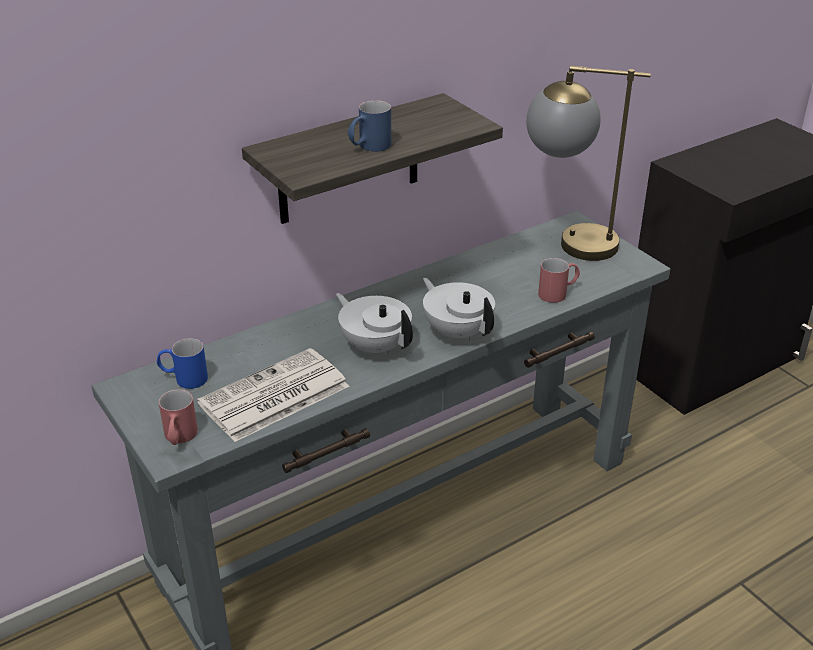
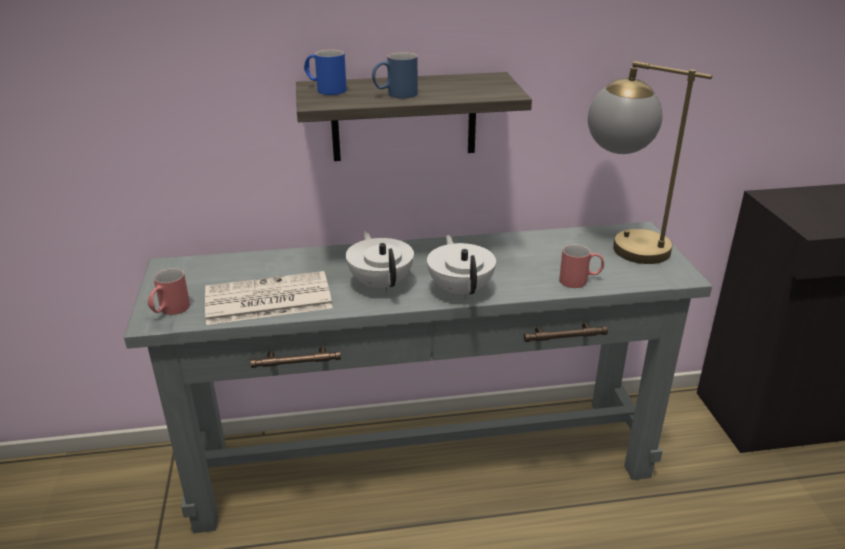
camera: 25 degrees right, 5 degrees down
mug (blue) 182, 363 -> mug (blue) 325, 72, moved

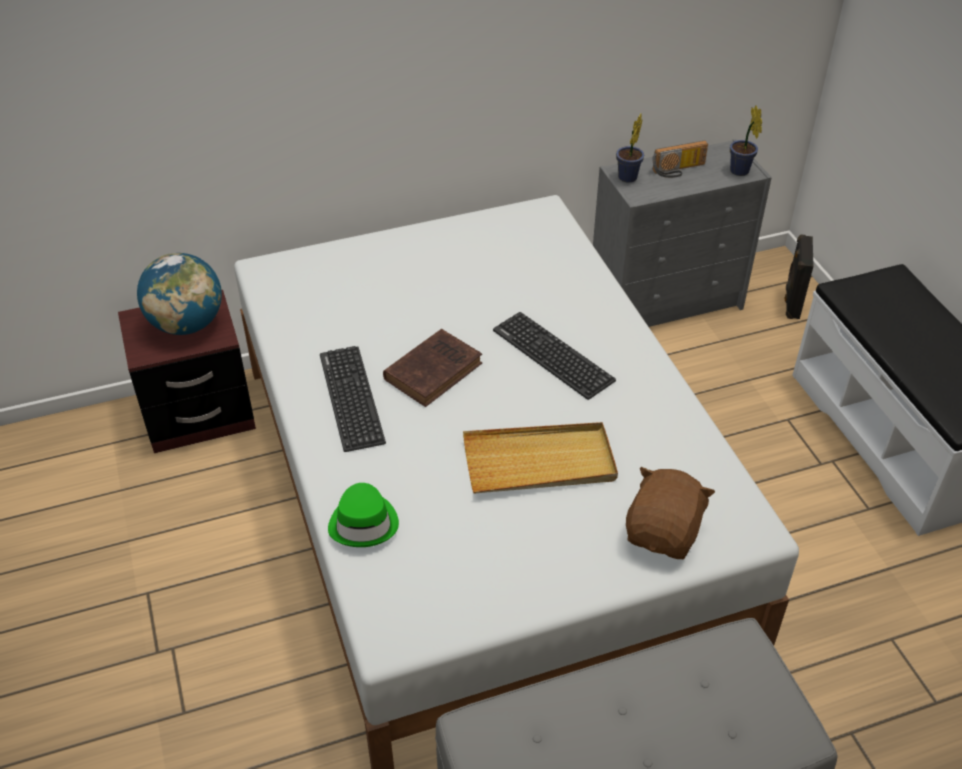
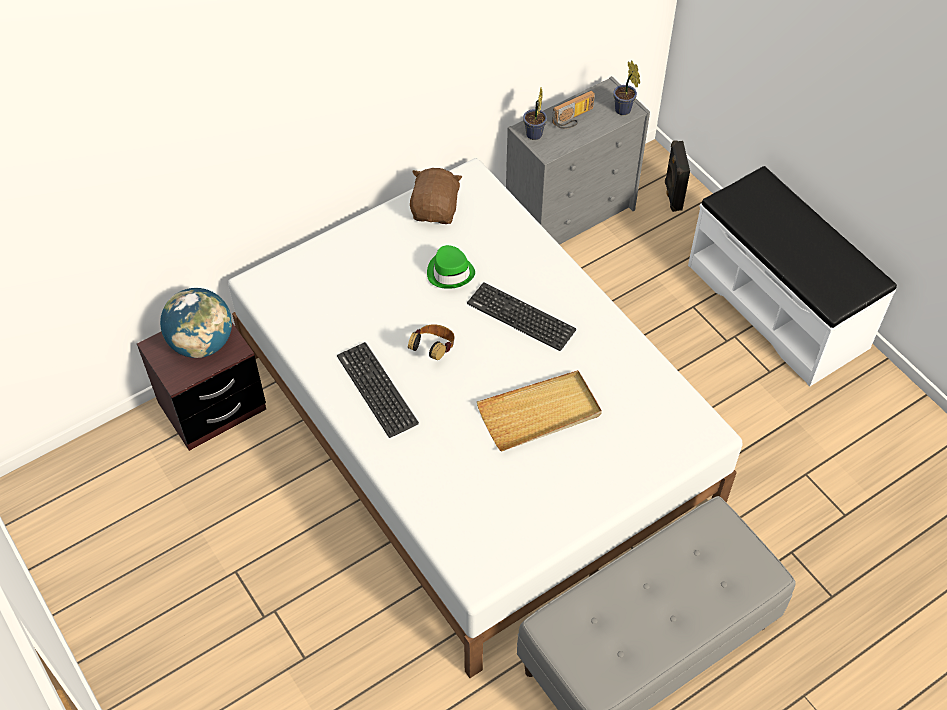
camera: 15 degrees left, 10 degrees up
book (brown) 432, 368 -> headphones 431, 342
plush toy (brown) 670, 513 -> plush toy (brown) 436, 196, moved
hat (green) 363, 515 -> hat (green) 451, 267, moved

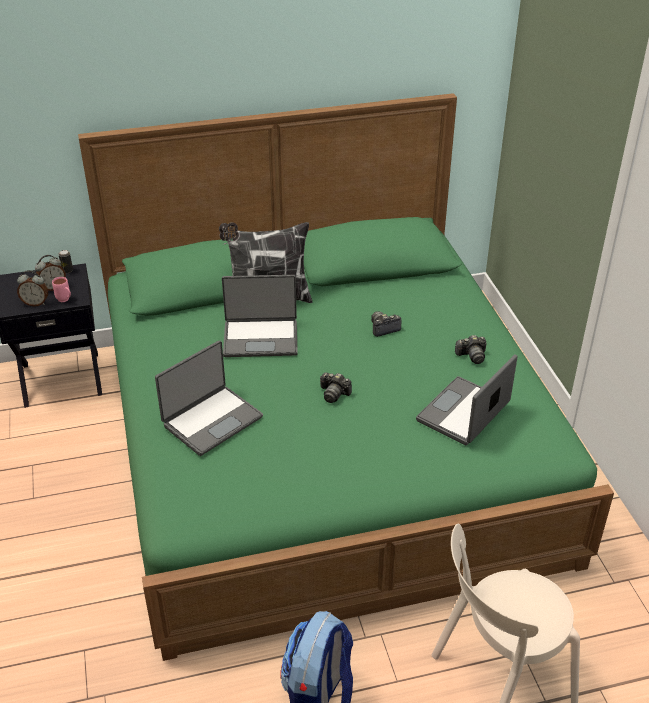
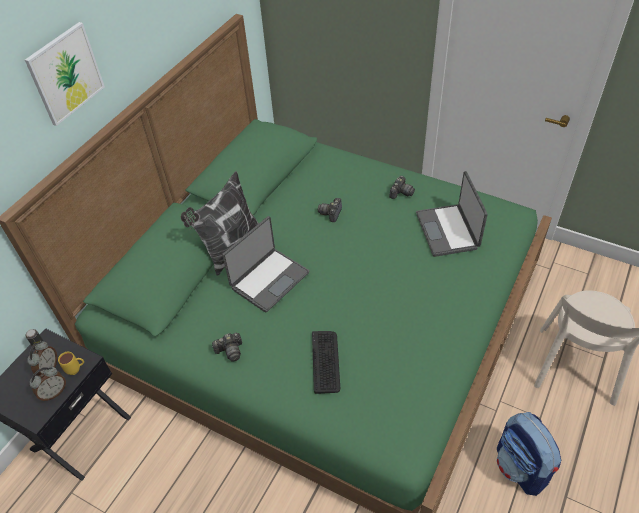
camera: 45 degrees left, 10 degrees up
none -> picture 65, 74
mug (pink) 61, 289 -> mug (yellow) 71, 363
photo camera 336, 387 -> photo camera 227, 347, moved
laptop 209, 398 -> keyboard 326, 362

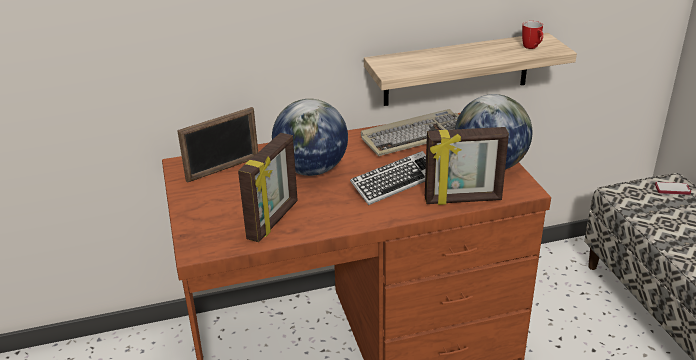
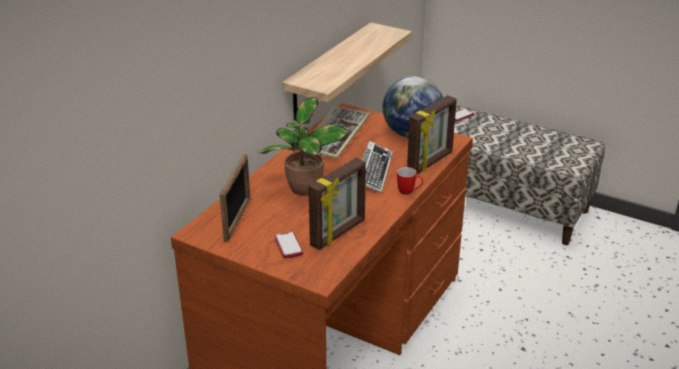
camera: 45 degrees left, 0 degrees up
globe 310, 137 -> potted plant 303, 146
none -> phone 289, 245
picture frame 268, 187 -> picture frame 337, 204, 60 degrees clockwise
mug 532, 35 -> mug 410, 181, moved

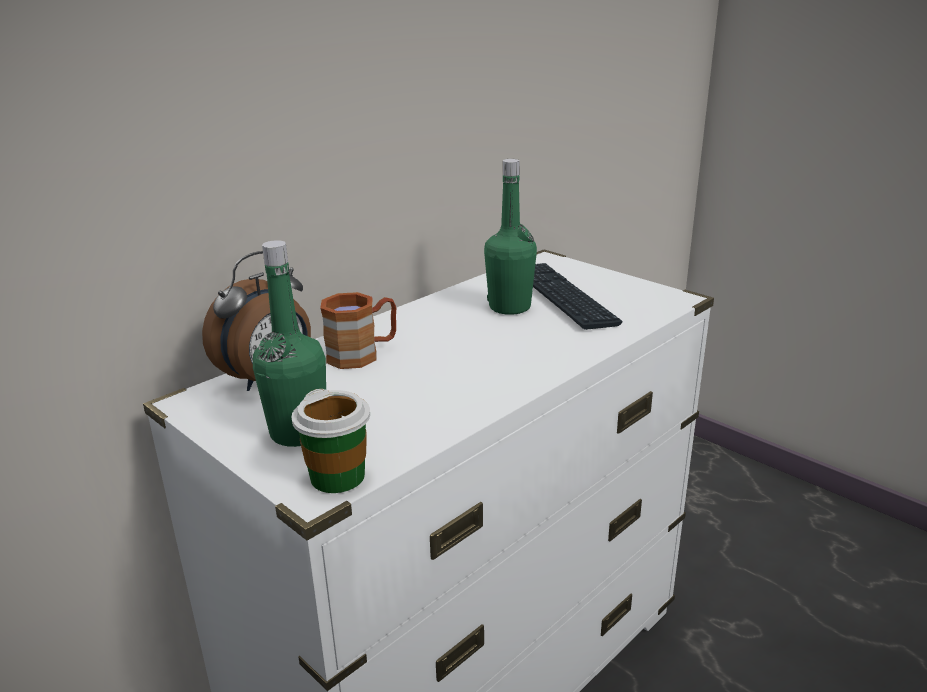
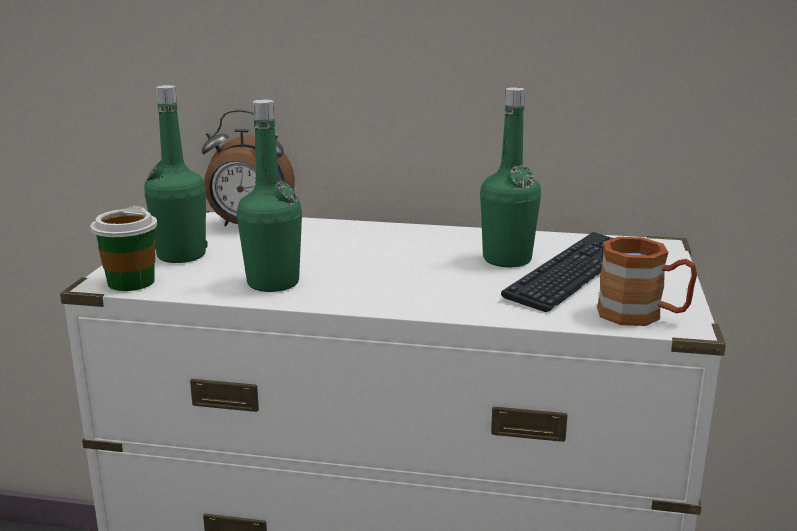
camera: 55 degrees right, 5 degrees down
none -> bottle (green) 269, 195
mug (brown) 358, 330 -> mug (brown) 647, 281, moved

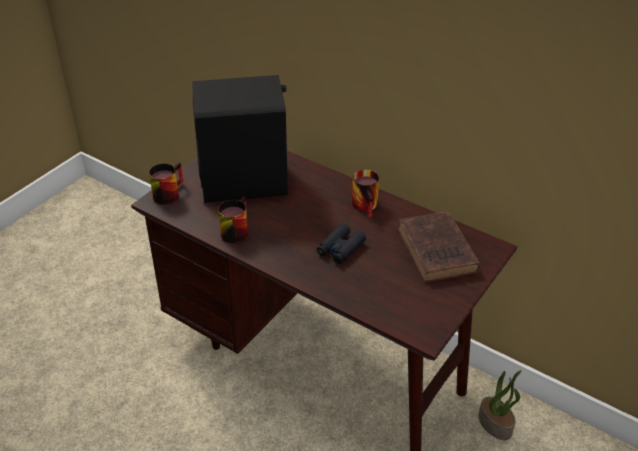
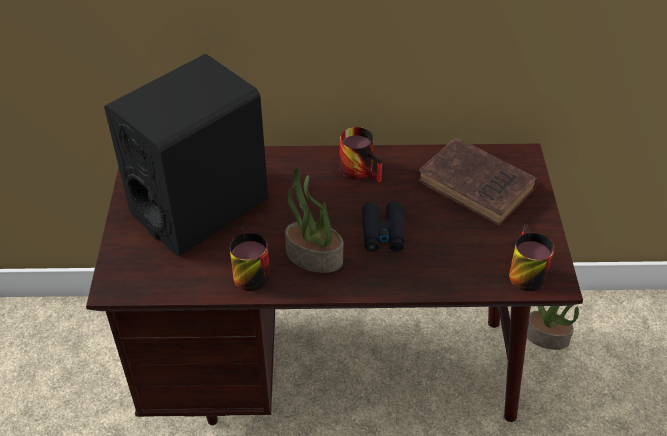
camera: 35 degrees left, 5 degrees up
none -> potted plant 314, 220
mug 166, 183 -> mug 531, 257, moved

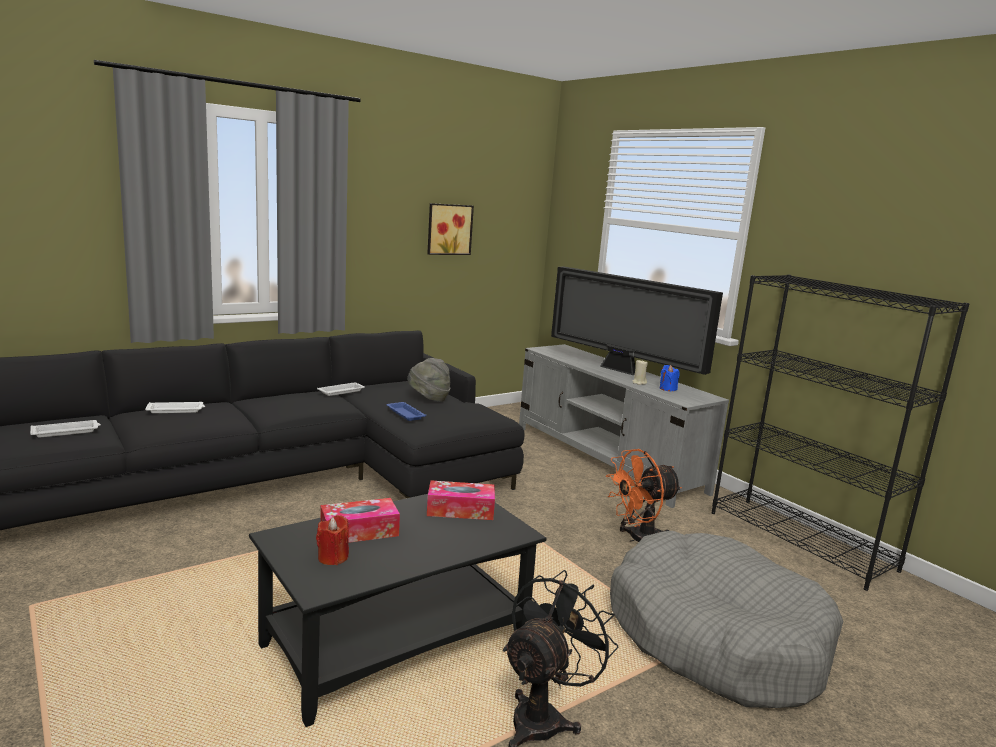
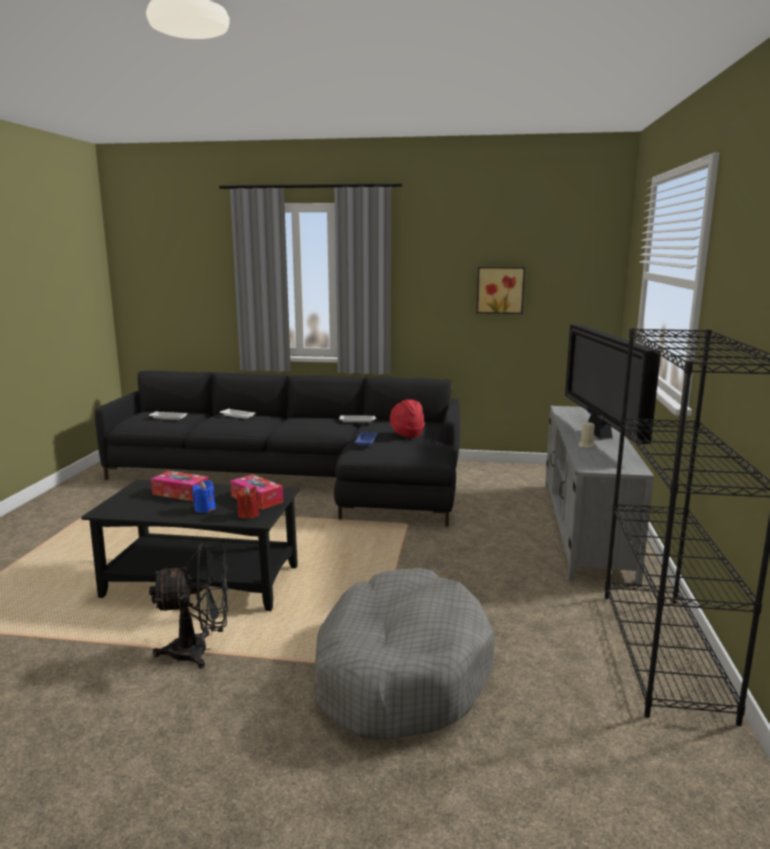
camera: 45 degrees right, 0 degrees up
candle (blue) 670, 378 -> candle (blue) 204, 496, moved
candle (red) 332, 540 -> candle (red) 248, 502, moved
hat (grey) 428, 380 -> hat (red) 407, 418
fan (orange) 644, 495 -> none

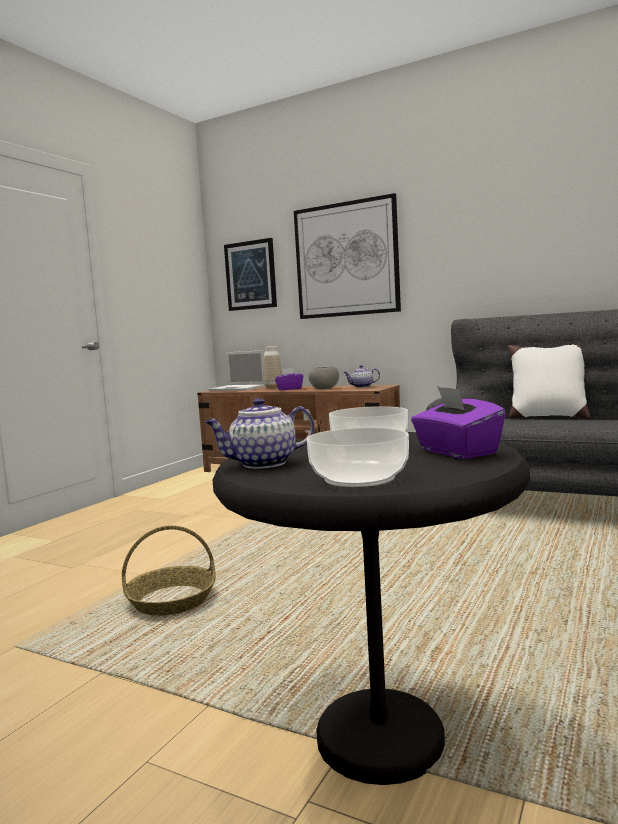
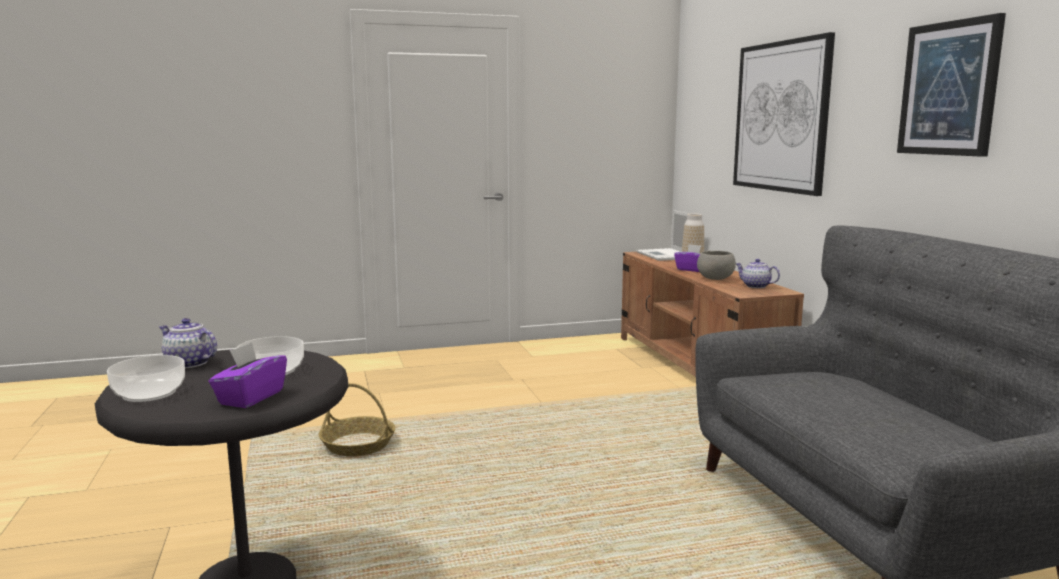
camera: 45 degrees right, 5 degrees up
picture 250, 274 -> picture 951, 85, moved
pillow (white) 549, 382 -> none

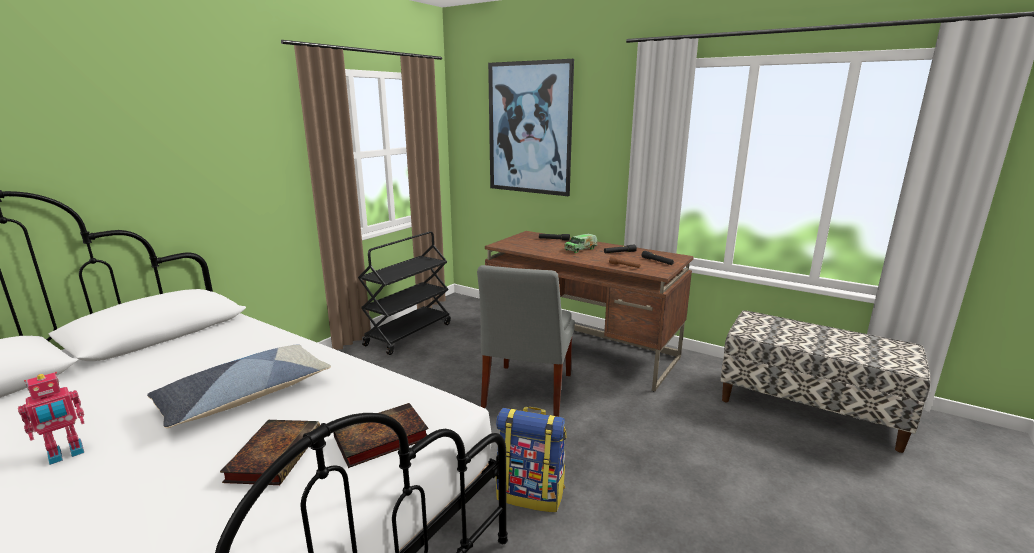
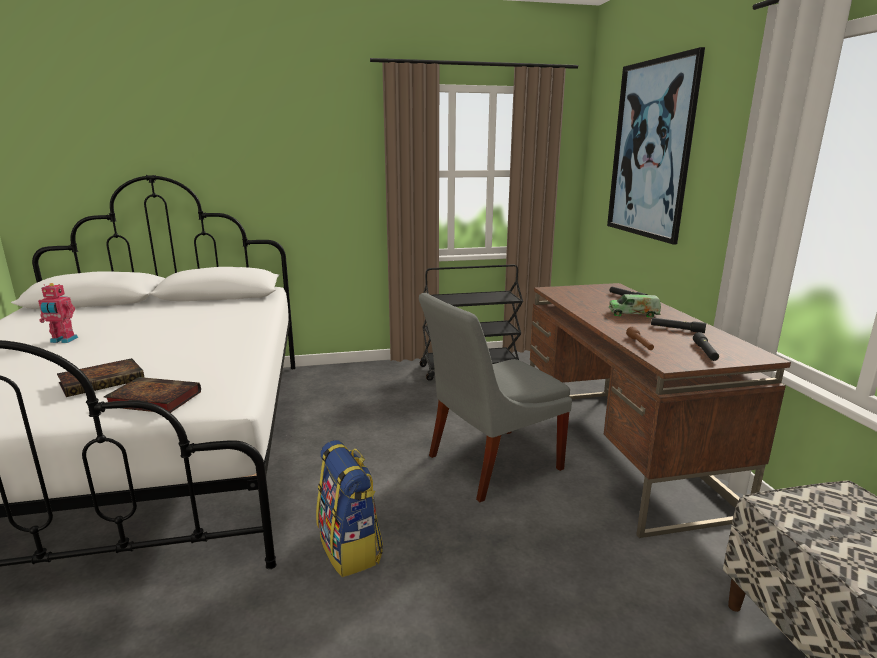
camera: 45 degrees right, 0 degrees up
pillow 239, 386 -> none

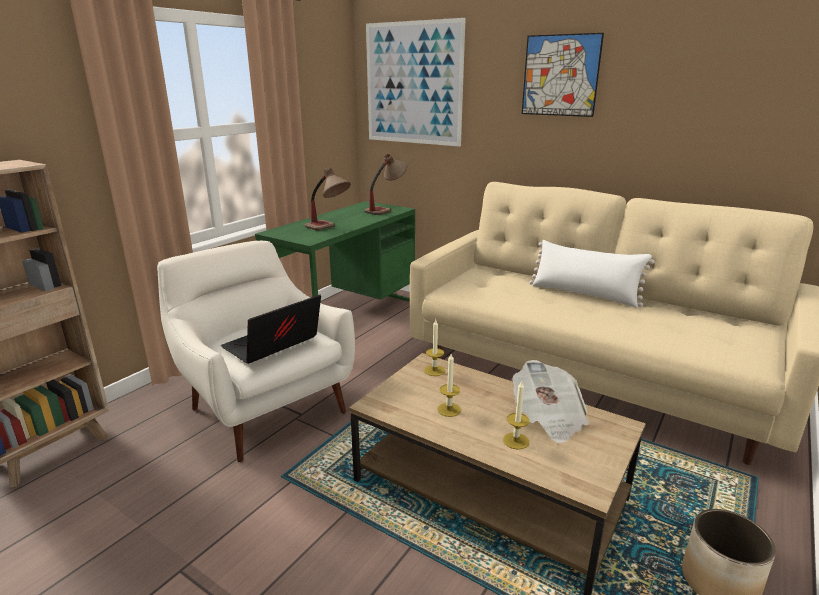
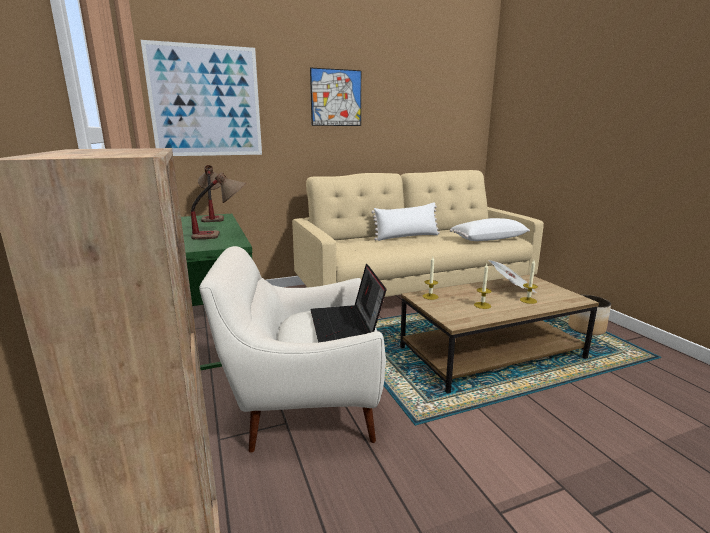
camera: 55 degrees left, 5 degrees down
none -> pillow (white) 490, 229

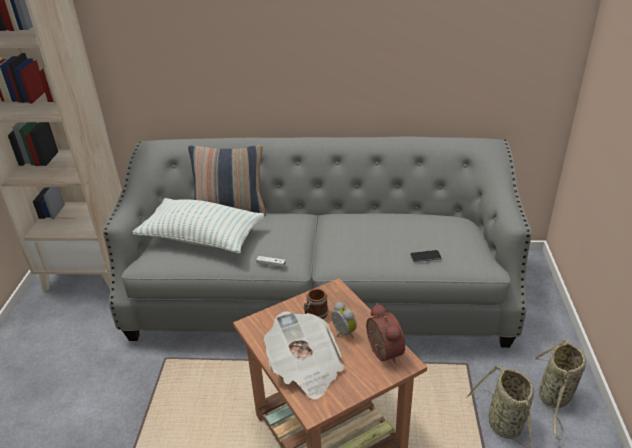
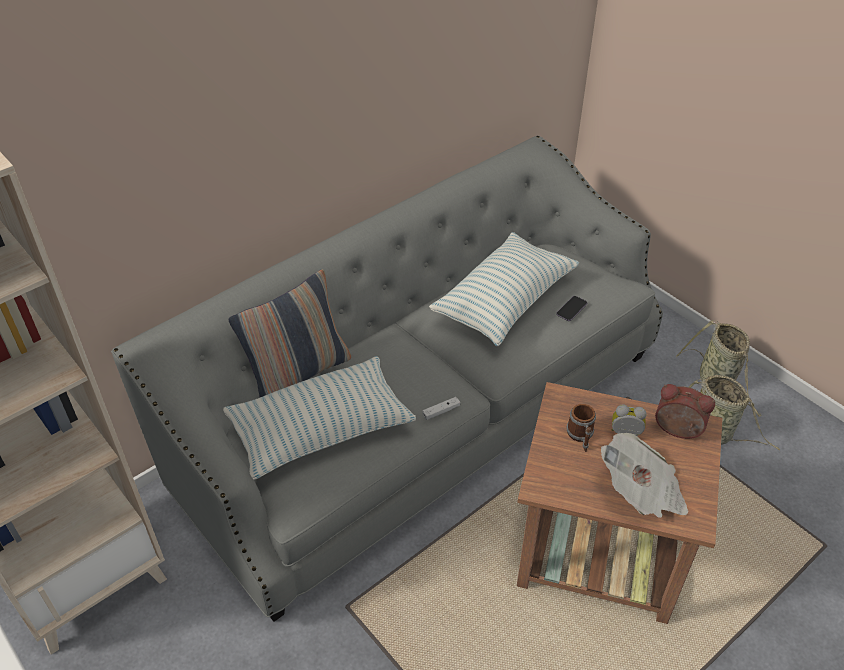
camera: 45 degrees left, 10 degrees up
none -> pillow 504, 289

